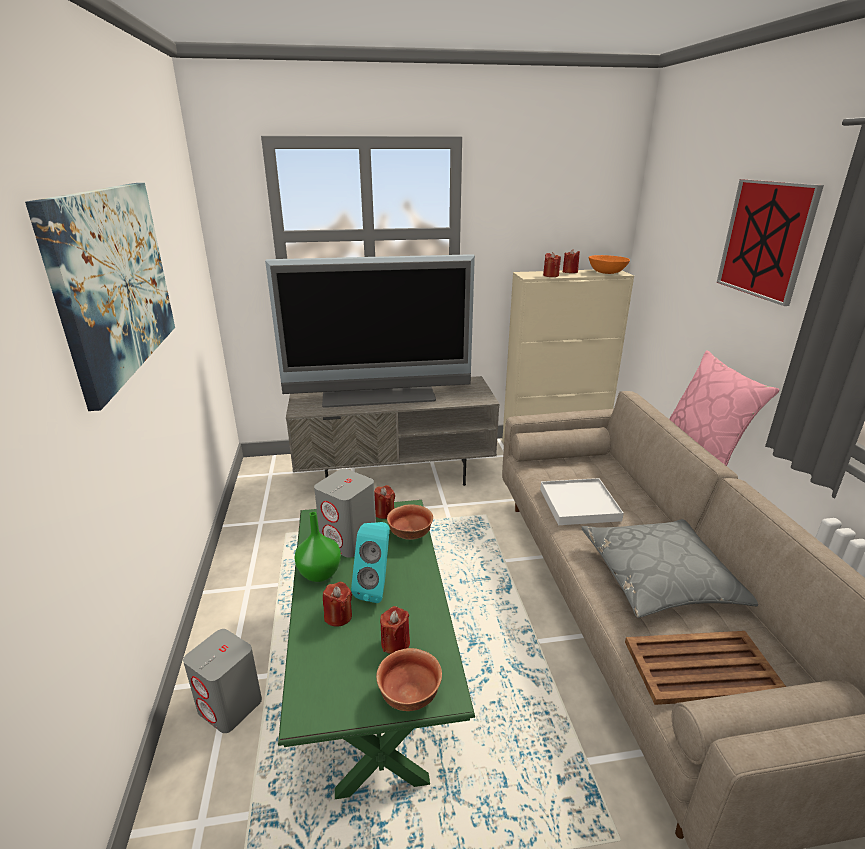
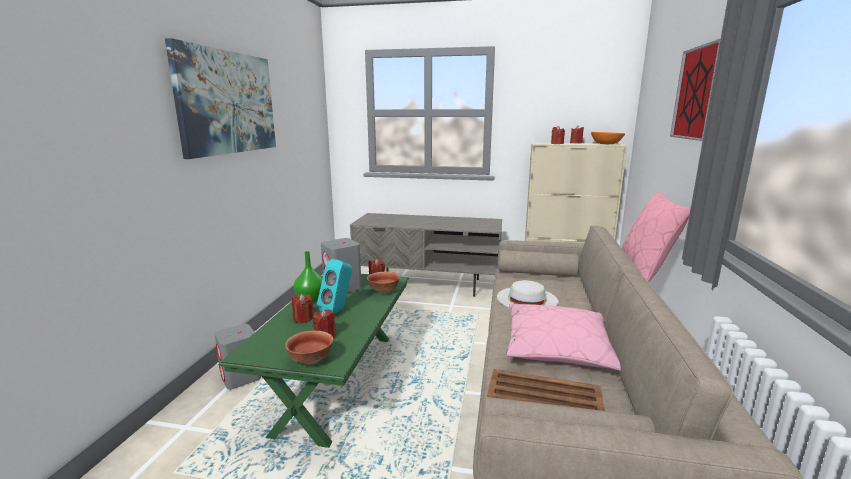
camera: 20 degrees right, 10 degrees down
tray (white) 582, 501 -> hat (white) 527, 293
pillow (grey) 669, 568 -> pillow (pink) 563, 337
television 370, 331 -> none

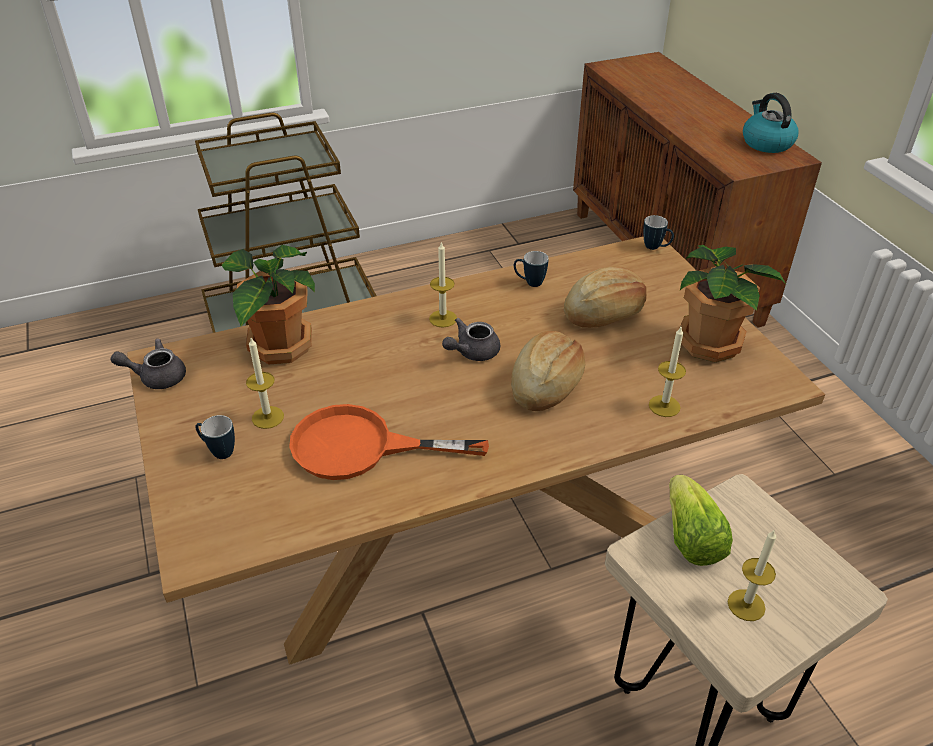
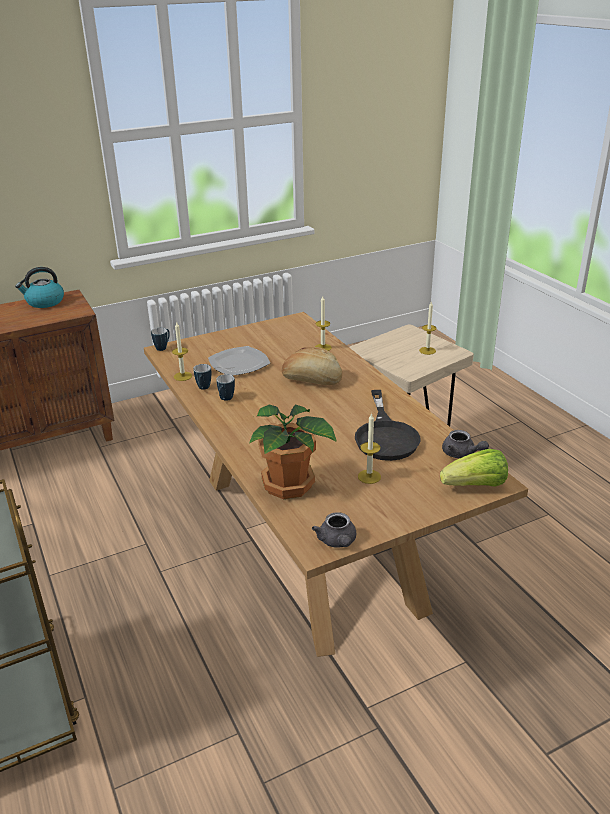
camera: 95 degrees left, 10 degrees down
candle 443, 284 -> candle 182, 351, moved
bread 605, 297 -> plate 239, 361
mug 215, 437 -> mug 225, 387, moved
frying pan (orange) 389, 442 -> frying pan (black) 387, 425
lettuce 701, 520 -> lettuce 474, 468, moved
teapot (grey) 471, 339 -> teapot (grey) 465, 444, moved
potted plant 733, 303 -> none

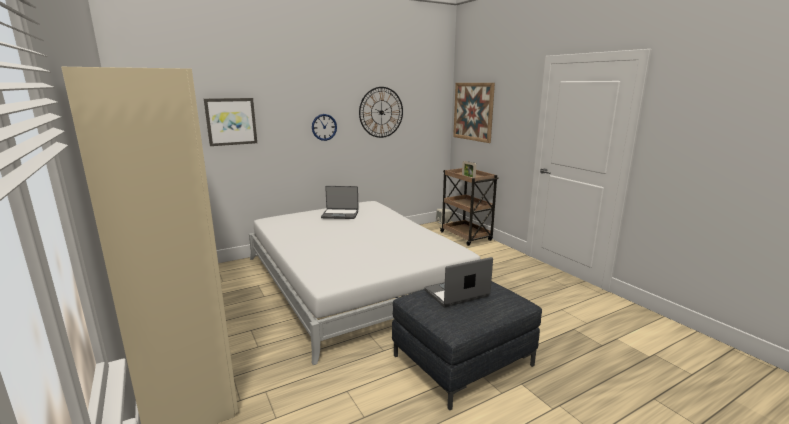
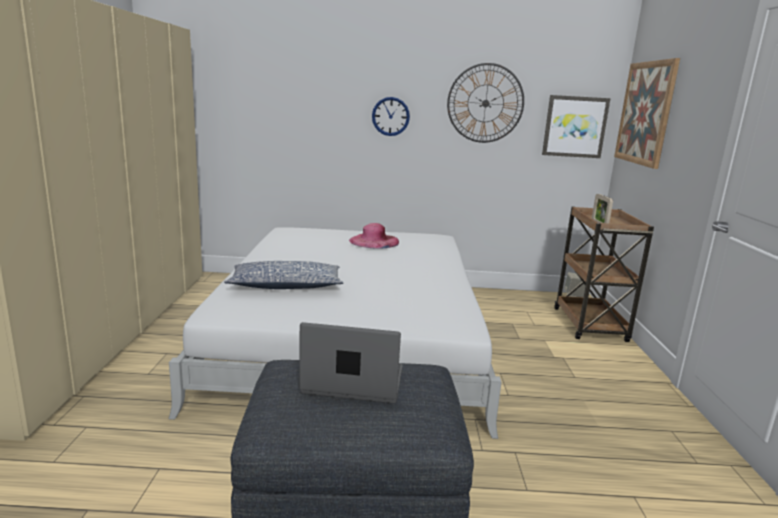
camera: 30 degrees right, 0 degrees up
none -> pillow 283, 275
laptop 340, 202 -> hat (pink) 374, 236
picture 230, 122 -> picture 576, 126, moved

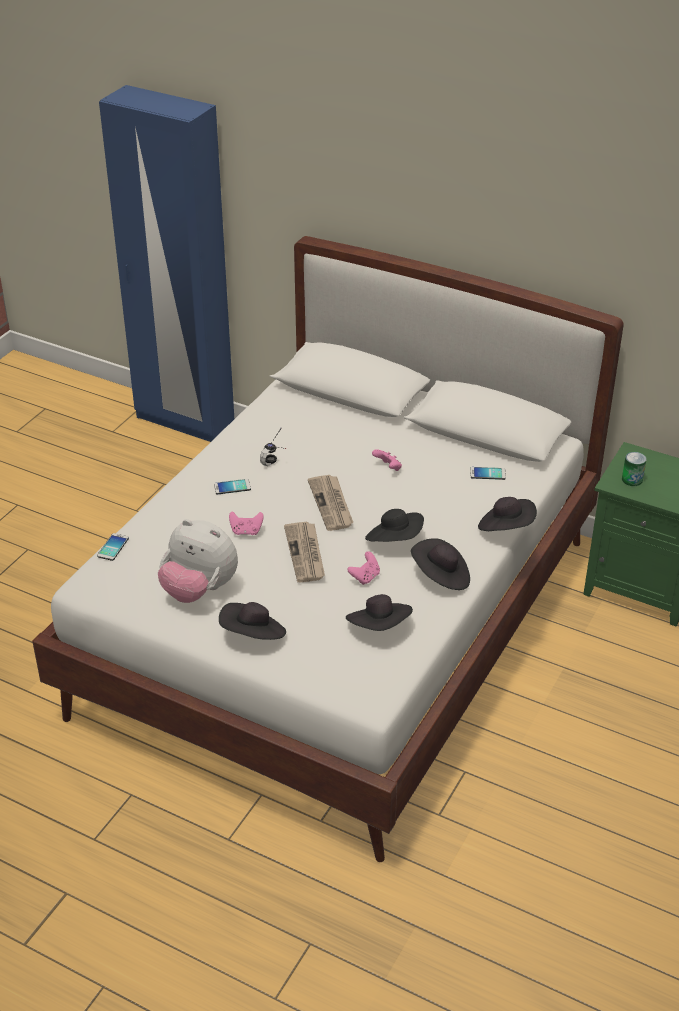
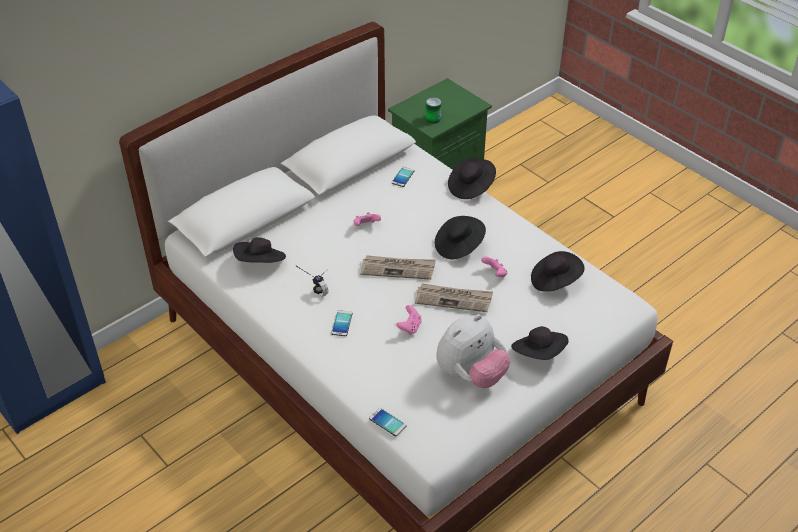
camera: 70 degrees left, 5 degrees up
hat (black) 440, 564 -> hat (black) 259, 250, moved

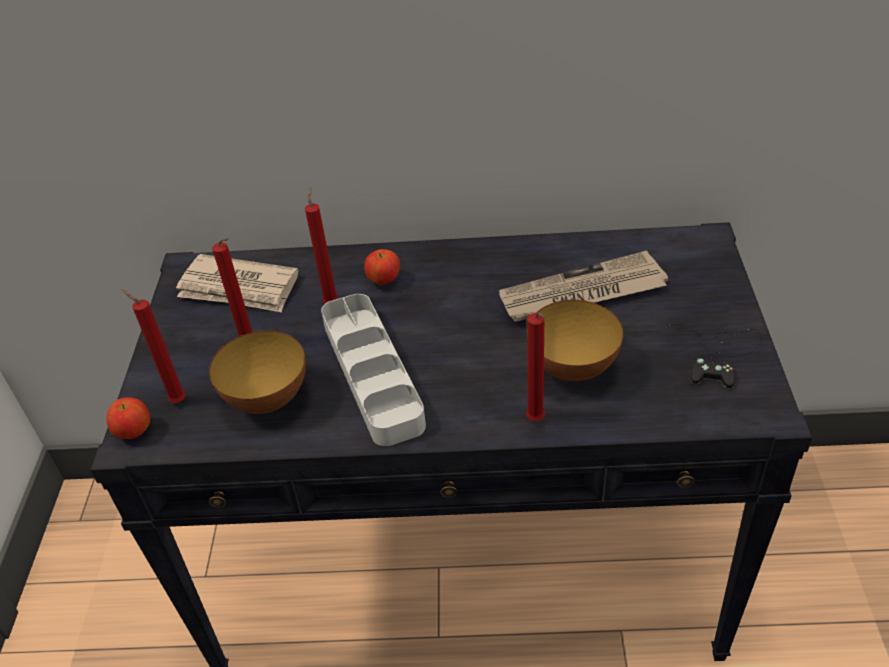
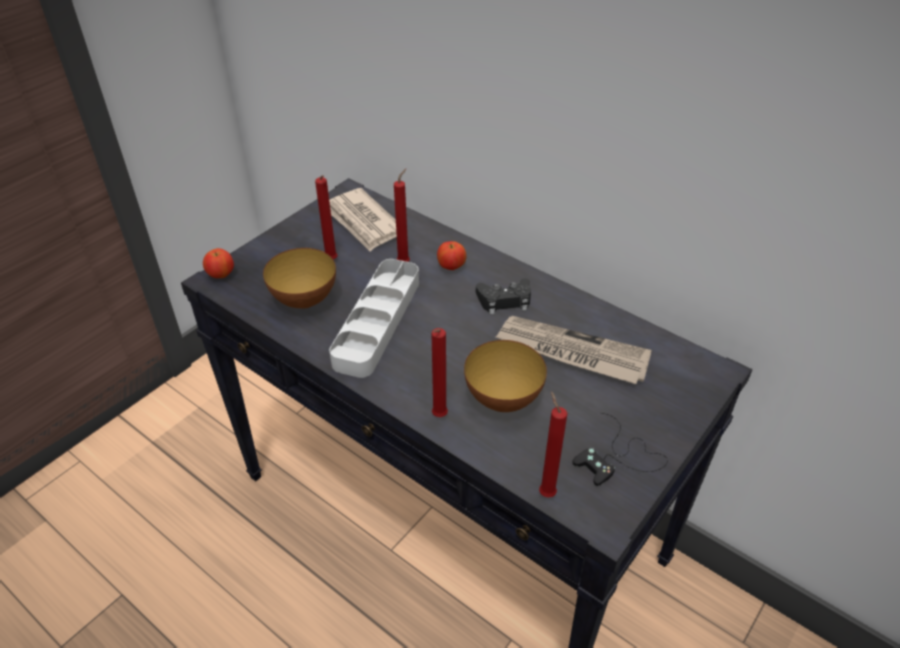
camera: 35 degrees right, 0 degrees up
none -> game controller (black) 503, 296
candle (red) 153, 346 -> candle (red) 553, 444, moved

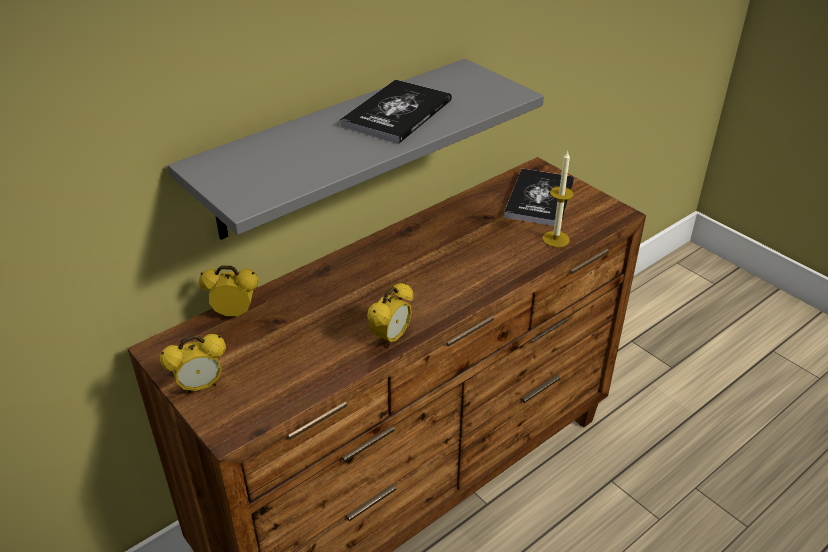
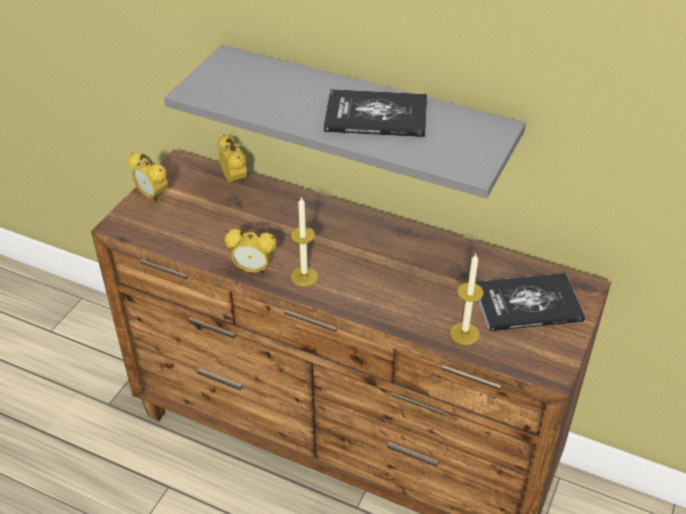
camera: 65 degrees right, 5 degrees up
none -> candle 304, 241

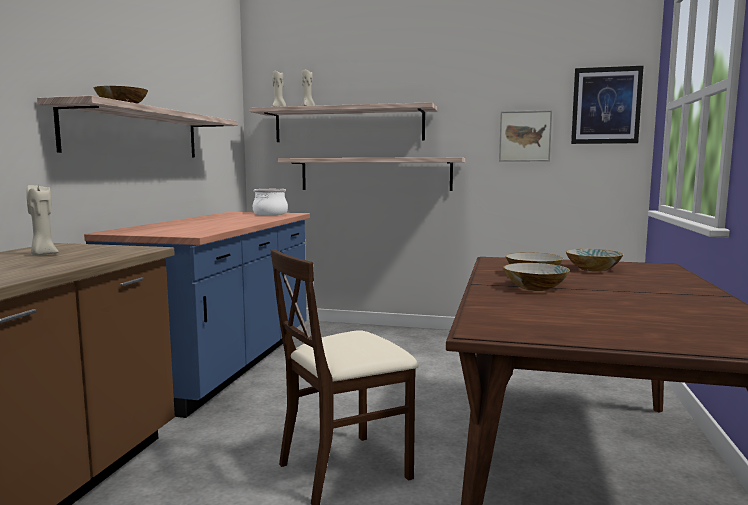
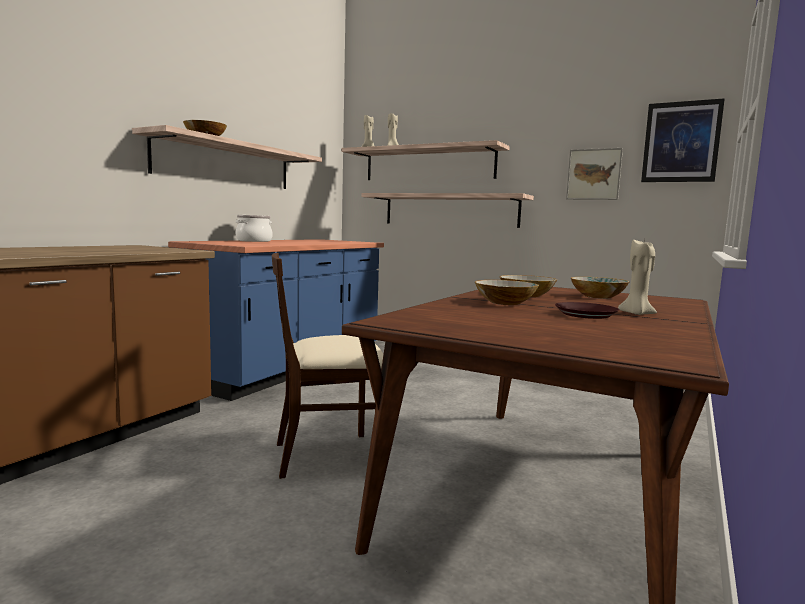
camera: 15 degrees right, 0 degrees up
cooking pot 270, 202 -> cooking pot 254, 228, moved
none -> plate (brown) 587, 310
candle (beige) 42, 220 -> candle (beige) 637, 277, moved

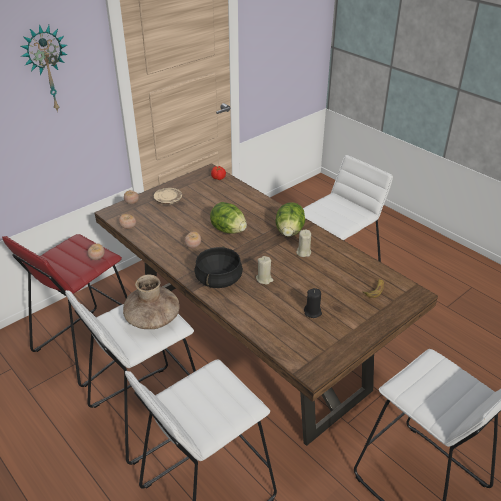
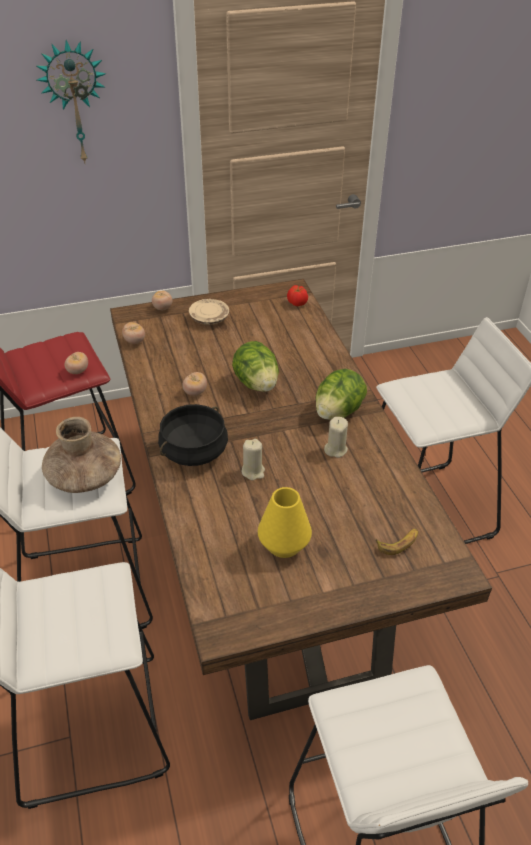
camera: 25 degrees right, 5 degrees up
candle (black) 313, 303 -> vase (yellow) 285, 522

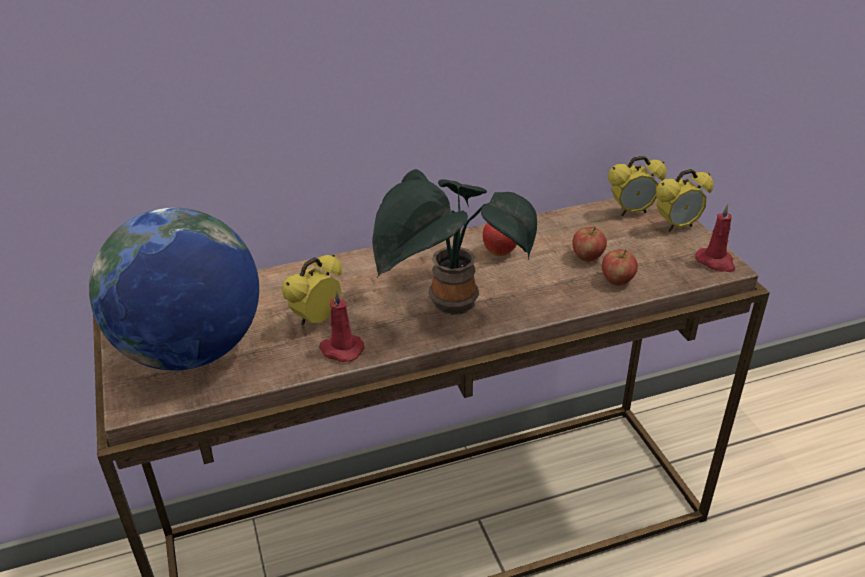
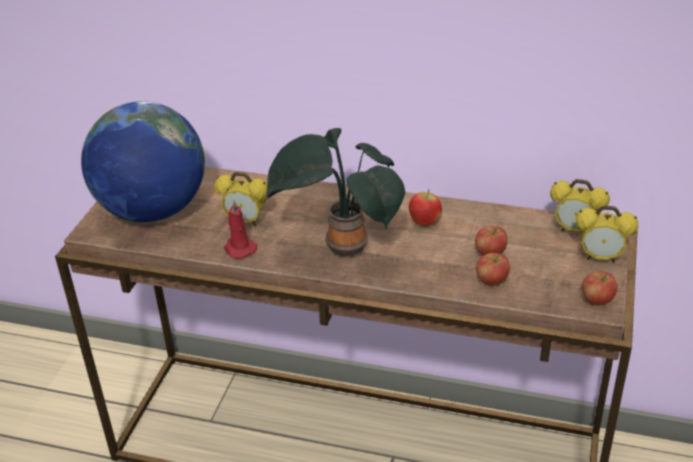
camera: 35 degrees right, 0 degrees up
alarm clock 311, 289 -> alarm clock 240, 199, 150 degrees counterclockwise
candle (red) 715, 237 -> apple 600, 288

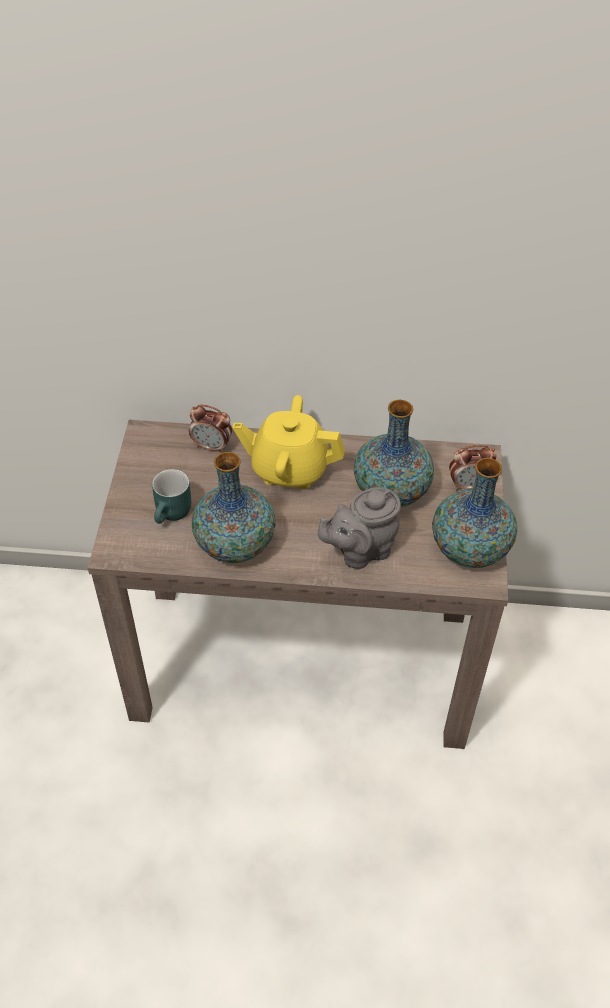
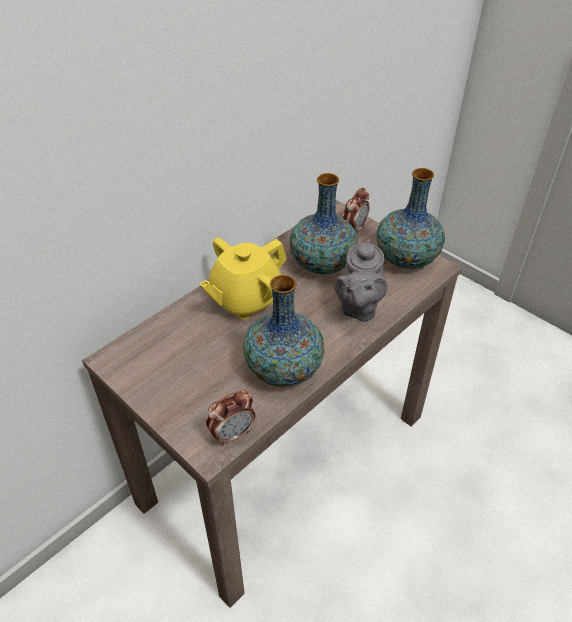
camera: 50 degrees left, 5 degrees down
alarm clock 210, 429 -> alarm clock 230, 418, moved
mug (turquoise) 171, 496 -> none

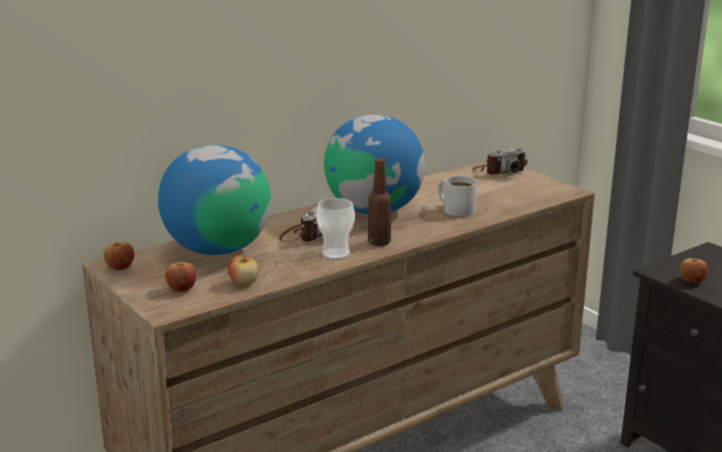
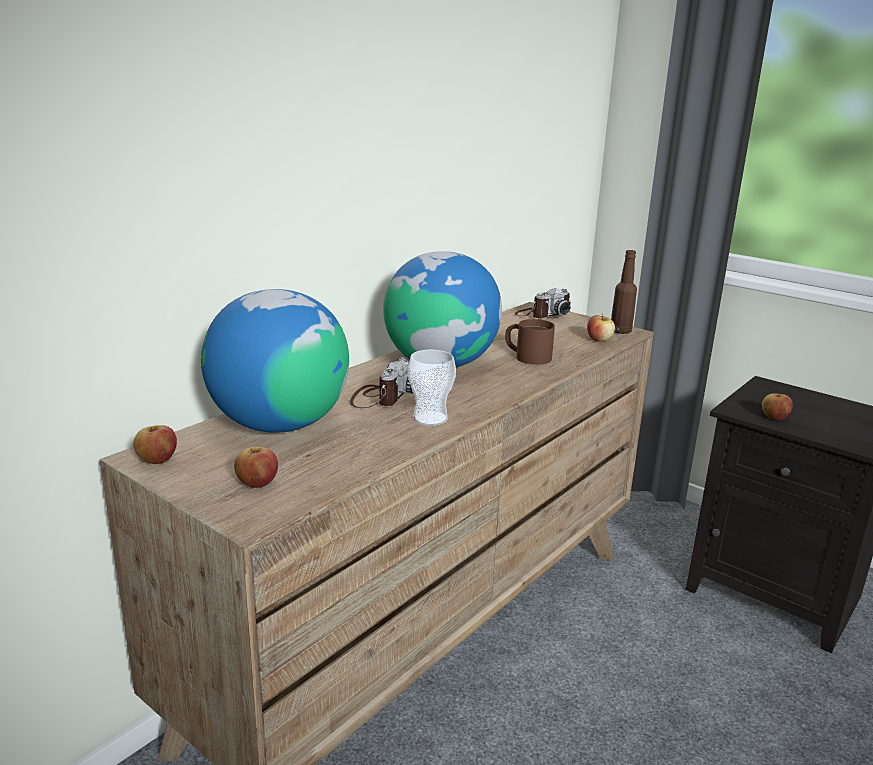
camera: 15 degrees left, 0 degrees up
mug (white) 457, 196 -> mug (brown) 530, 342
apple 243, 269 -> apple 601, 328, moved
bottle (brown) 379, 202 -> bottle (brown) 624, 292, moved

